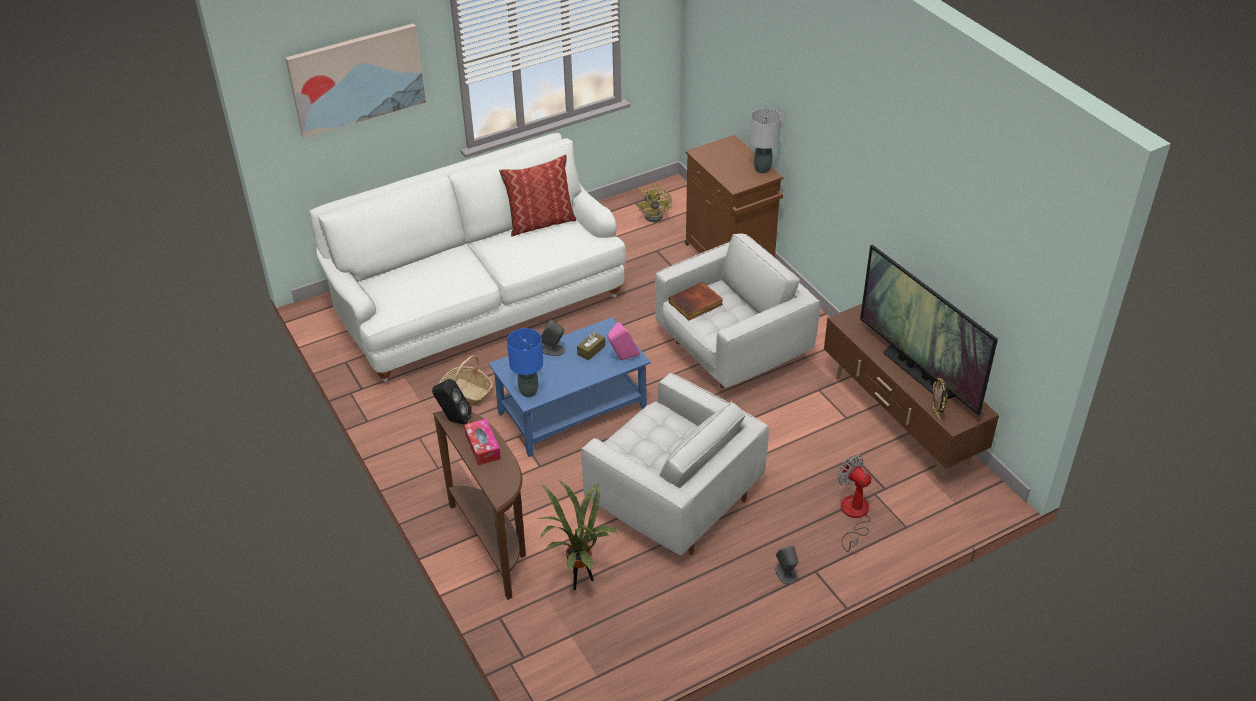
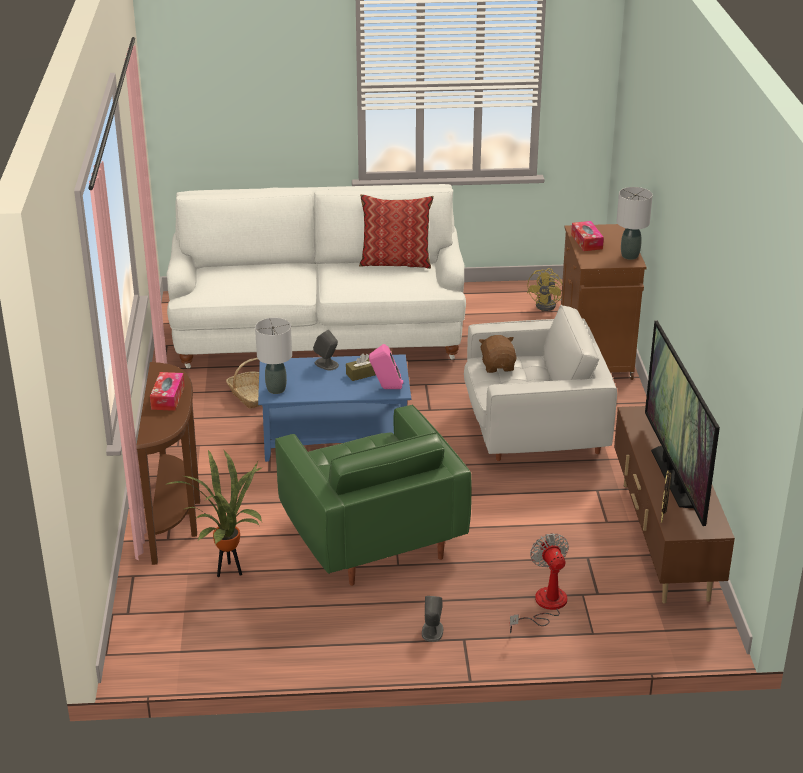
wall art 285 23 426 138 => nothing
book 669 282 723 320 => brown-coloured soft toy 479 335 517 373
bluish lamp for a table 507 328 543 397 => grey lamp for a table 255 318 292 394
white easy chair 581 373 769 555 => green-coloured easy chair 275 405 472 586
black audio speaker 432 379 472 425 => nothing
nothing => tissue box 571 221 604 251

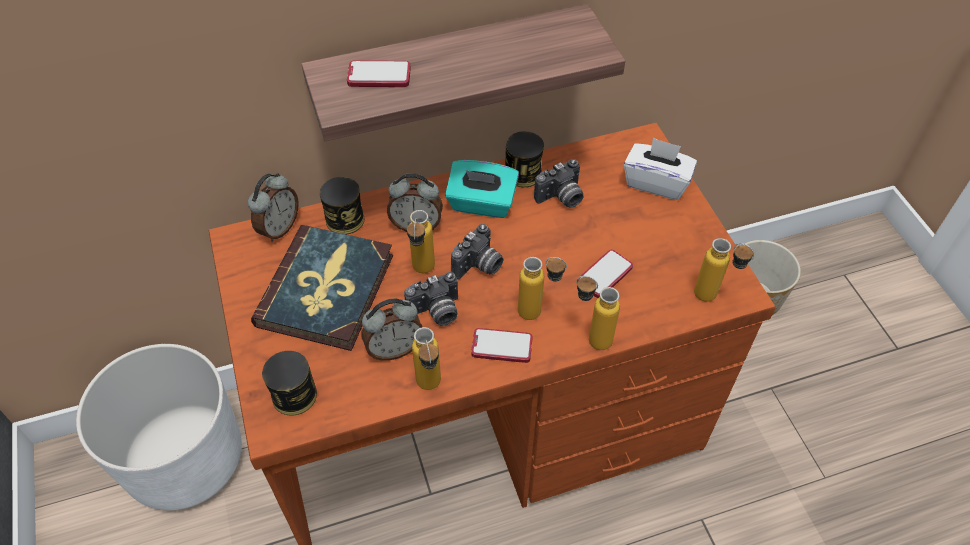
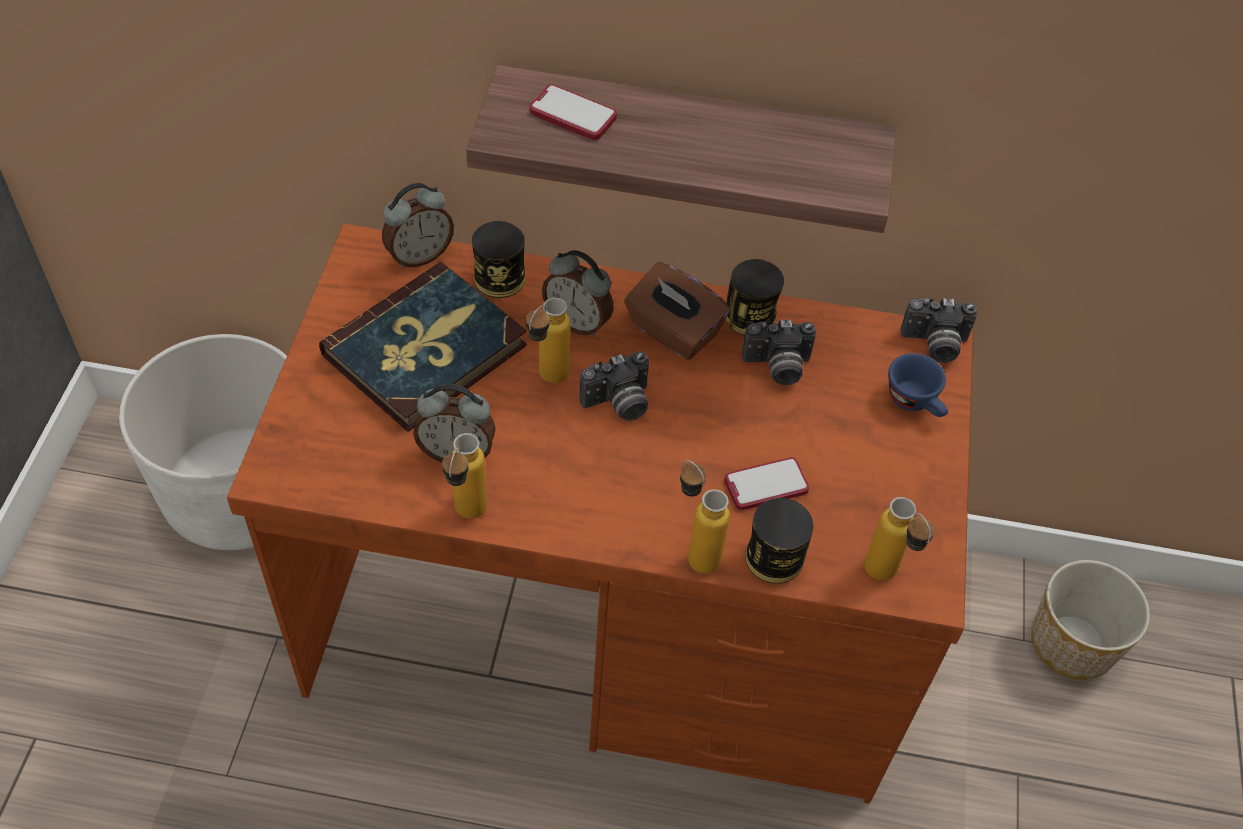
white tissue box 624 137 697 200 => bluish drinking cup 888 353 948 417
turquoise-coloured tissue box 445 160 519 218 => brown-coloured tissue box 624 262 730 360
bottle 518 257 567 320 => nothing
photo camera 404 272 458 326 => photo camera 901 298 977 363, relocated
phone 471 328 533 363 => nothing
metal can 262 351 317 416 => metal can 745 498 814 584, relocated

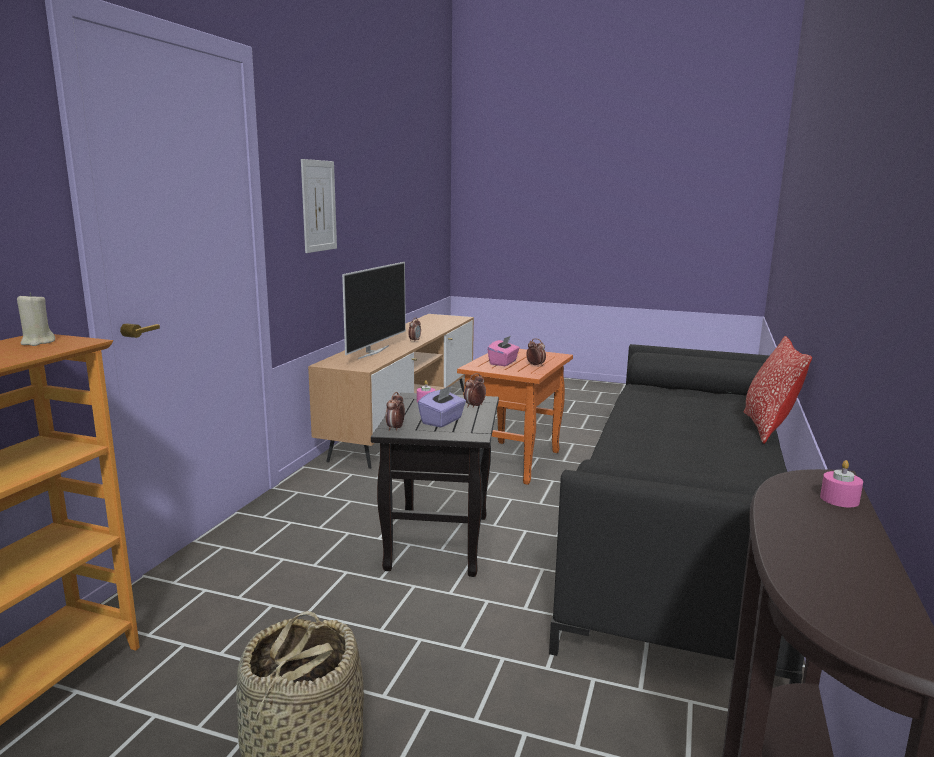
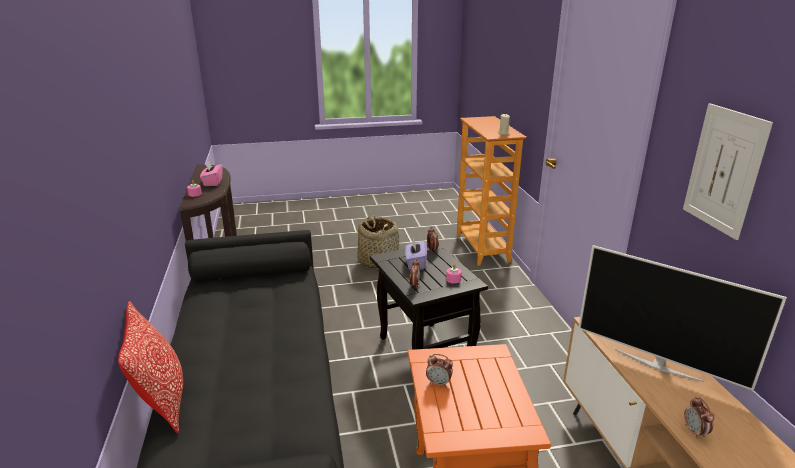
television 342 262 406 359 => television 578 245 787 391, 45 degrees counterclockwise
pinkish tissue box 487 336 520 366 => pinkish tissue box 200 160 223 186, relocated

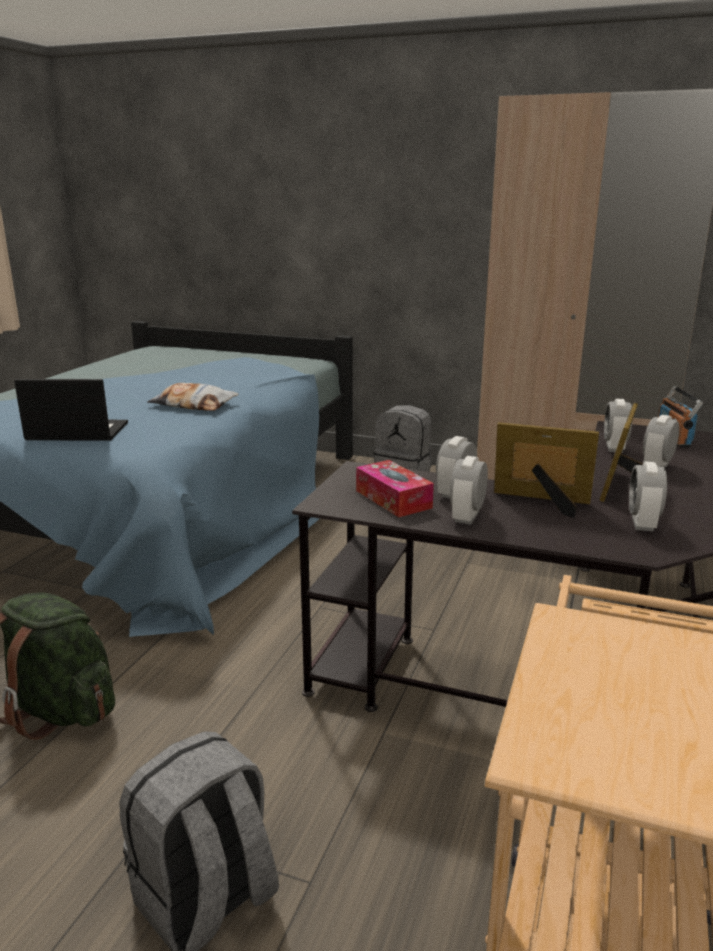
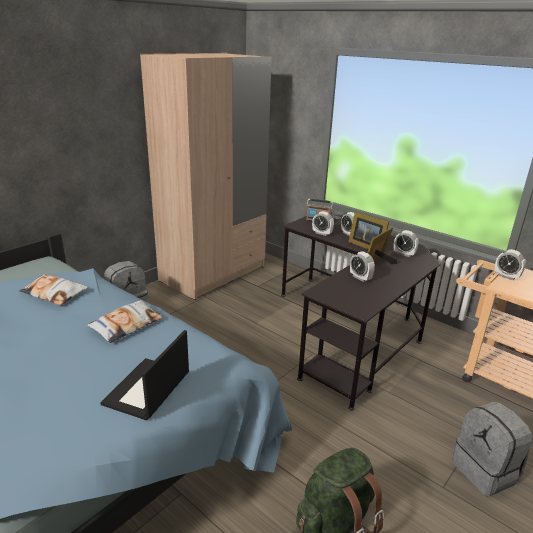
bedside clock 450 456 488 525 => bedside clock 495 249 526 280, relocated
tissue box 356 460 434 517 => nothing
nothing => pillow 19 274 88 305

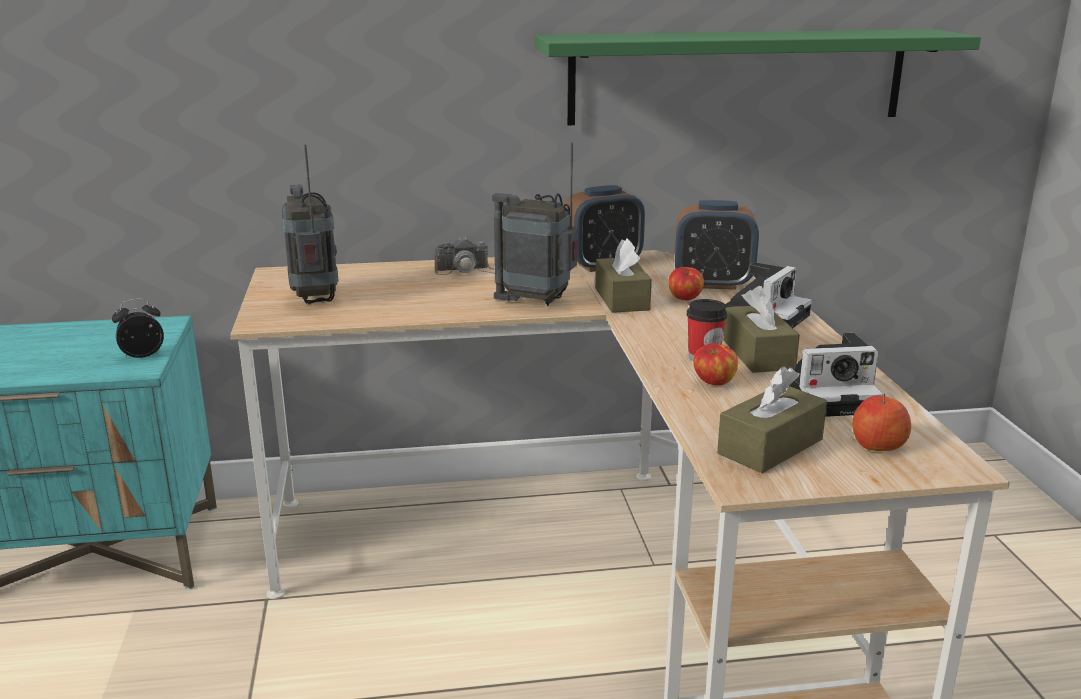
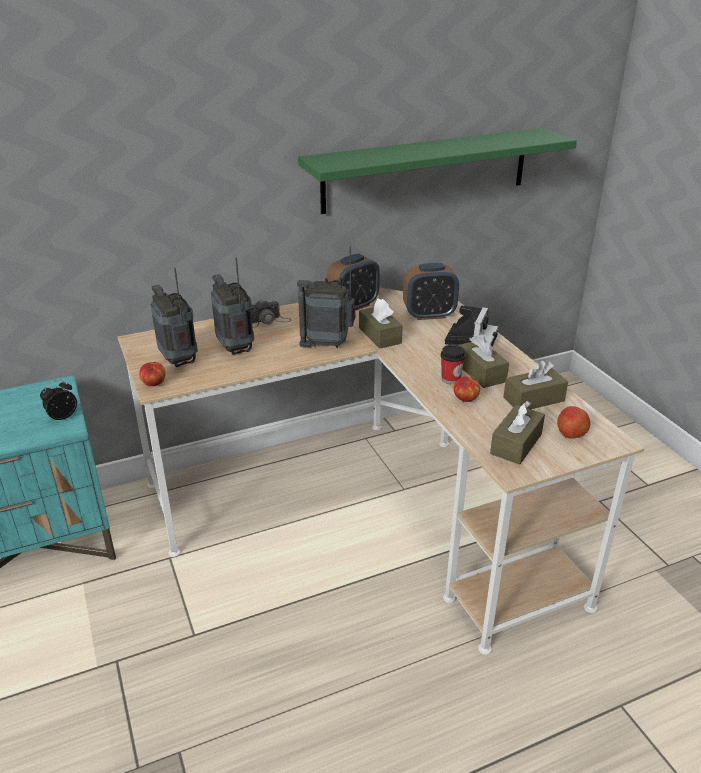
apple 668 267 704 300 => apple 139 362 166 386, relocated
photo camera 789 333 884 417 => brown-coloured tissue box 503 360 568 409
nothing => radio receiver 211 258 254 355

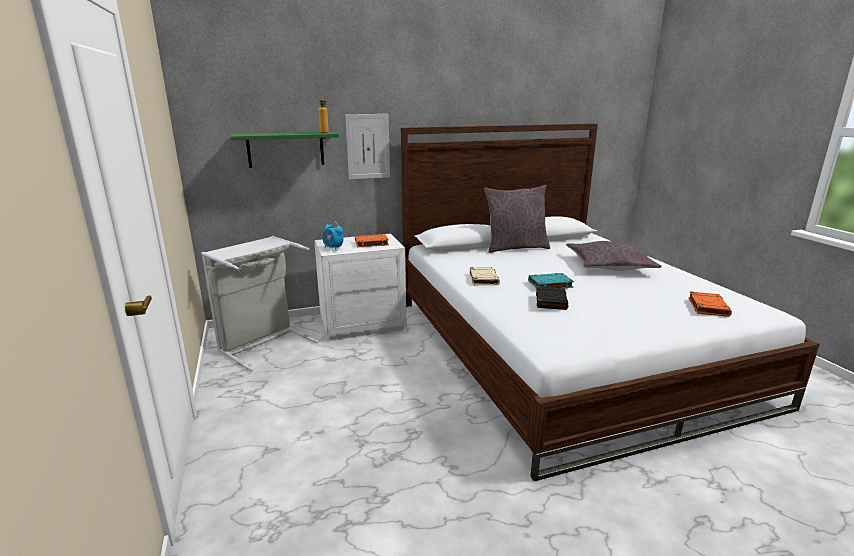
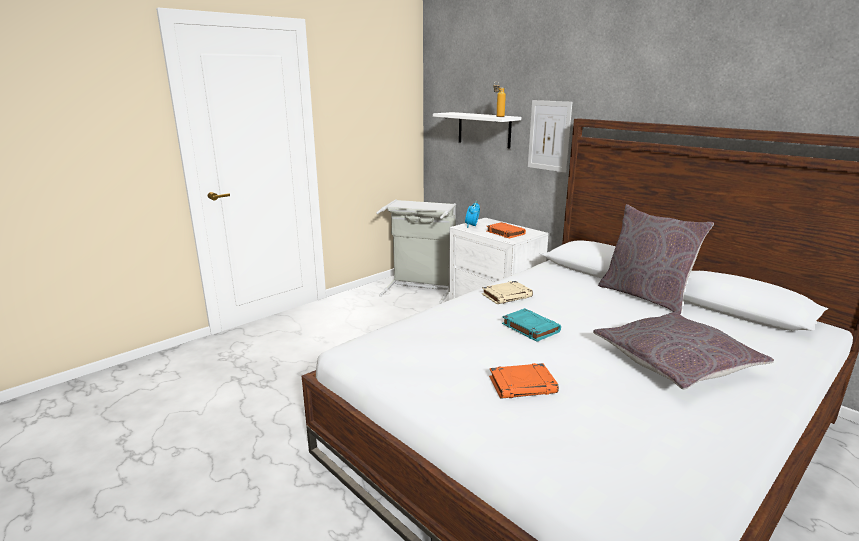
green-coloured shelf 231 132 339 168 => white shelf 433 112 521 149
black book 536 286 568 310 => nothing
orangey book 688 292 732 317 => orangey book 489 363 559 399, relocated

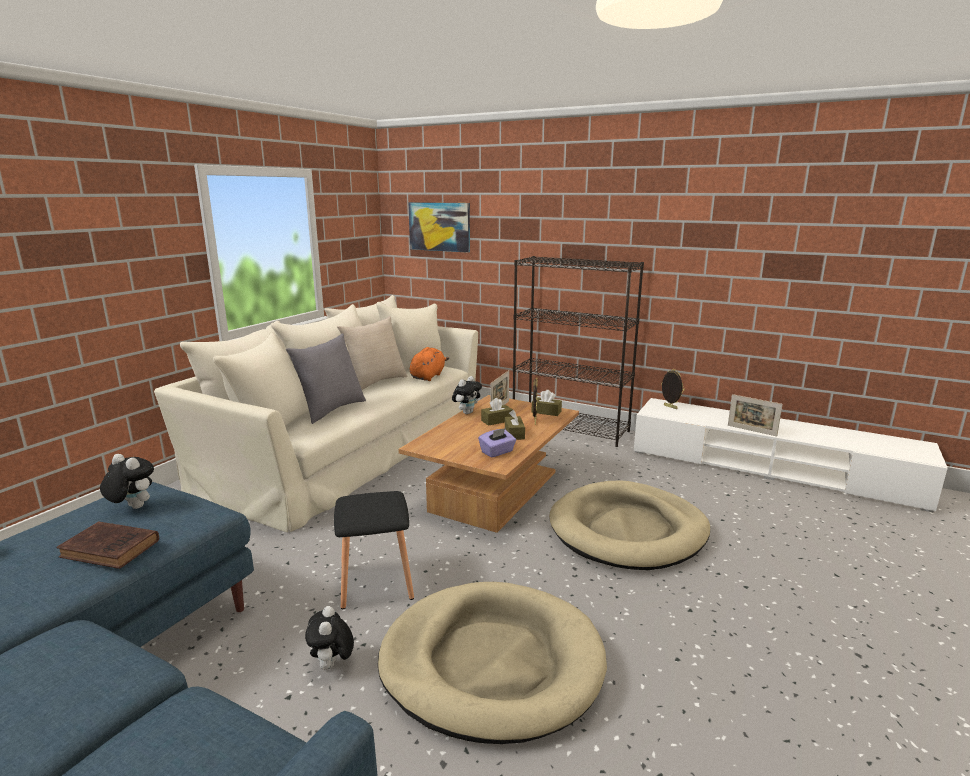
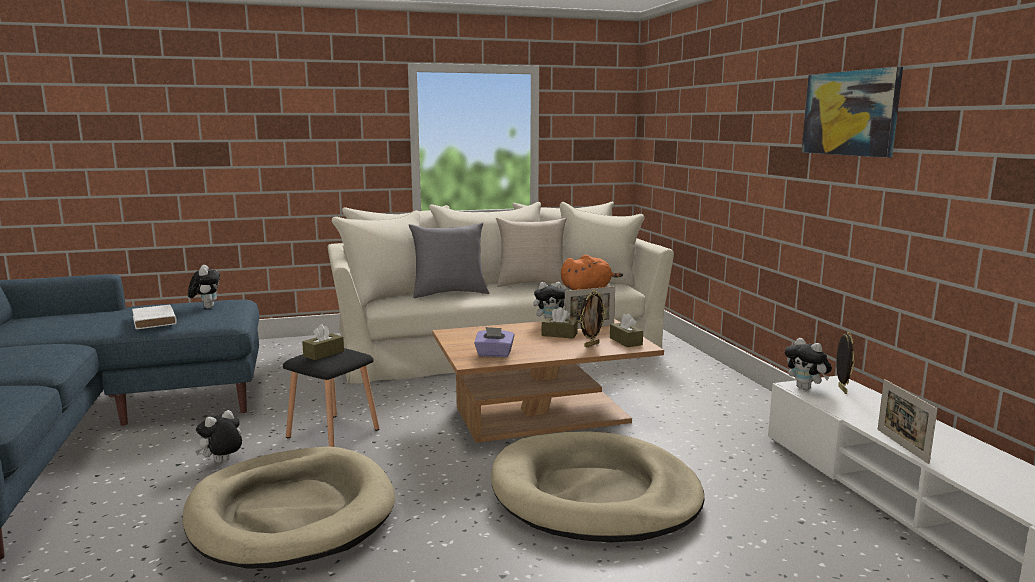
wall art 408 202 470 253 => wall art 801 67 903 158, relocated
black shelving unit 513 256 644 447 => nothing
brown-coloured tissue box 505 410 525 440 => brown-coloured tissue box 302 324 344 360, relocated
brown-coloured book 56 521 159 569 => white book 132 305 177 329
nothing => soft toy 785 338 832 390

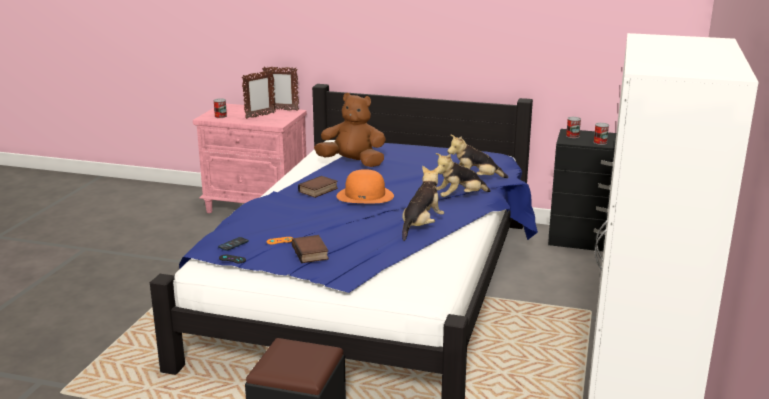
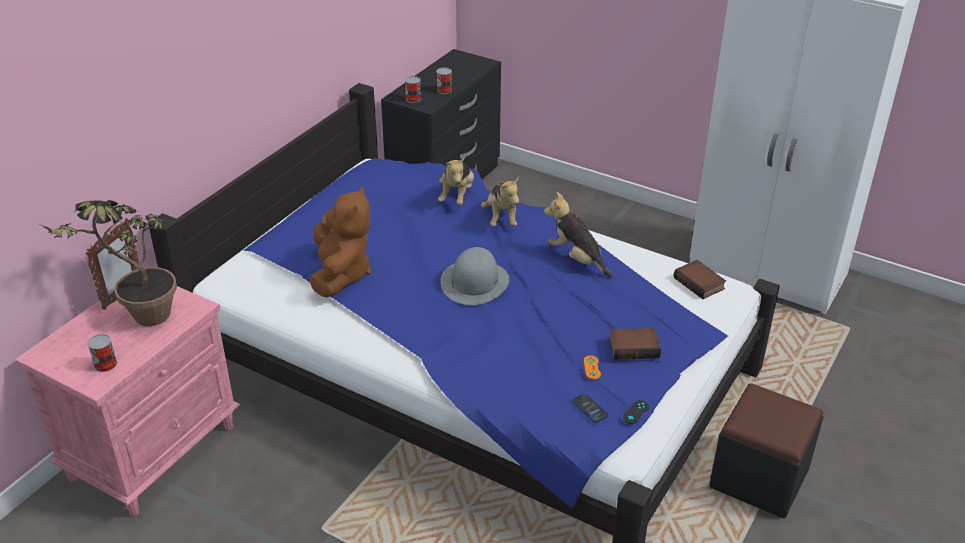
photo frame 242 69 275 119 => plant in a pot 37 200 177 326
brown-coloured soft toy 314 93 386 167 => brown-coloured soft toy 309 186 371 298, 150 degrees clockwise
orangey wearable hat 337 169 394 203 => grey wearable hat 440 247 509 305
book 298 176 338 198 => book 674 260 726 299, relocated

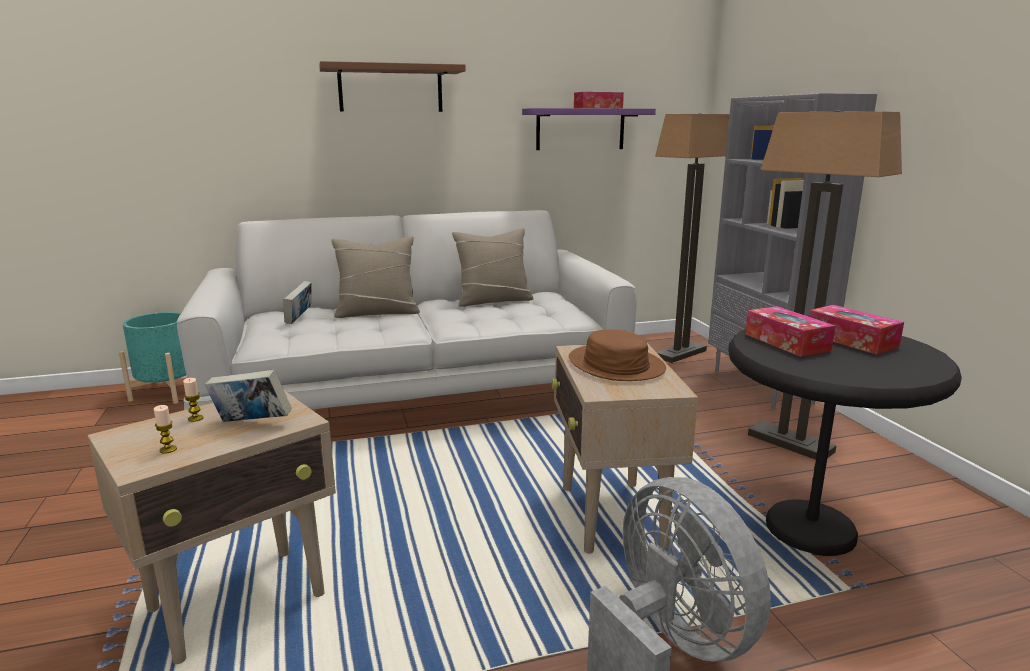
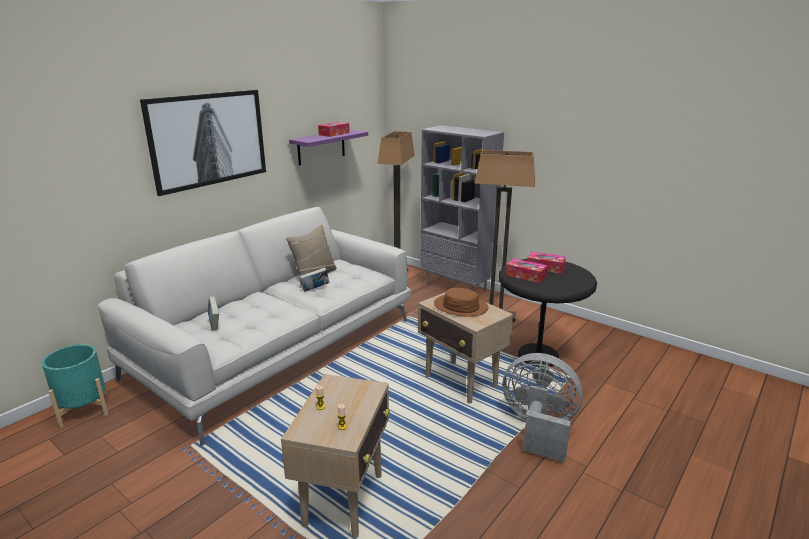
brown-coloured shelf 319 61 466 112 => wall art 140 90 266 196
sand-coloured pillow 331 236 420 318 => nothing
book 205 369 292 422 => book 299 267 329 292, relocated

